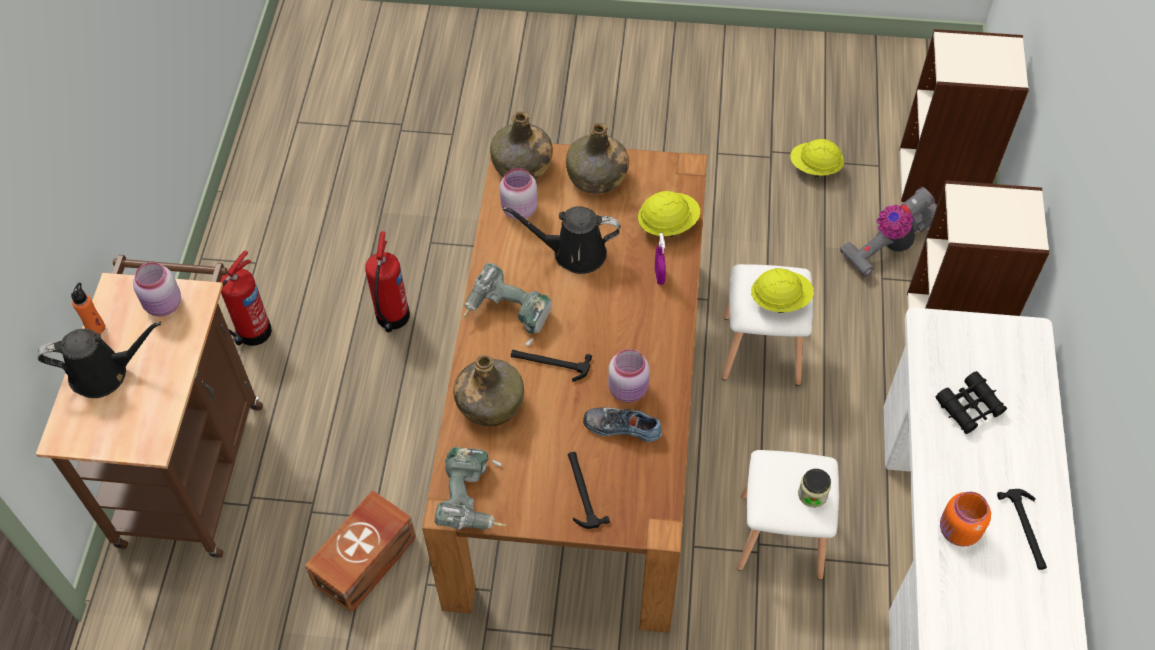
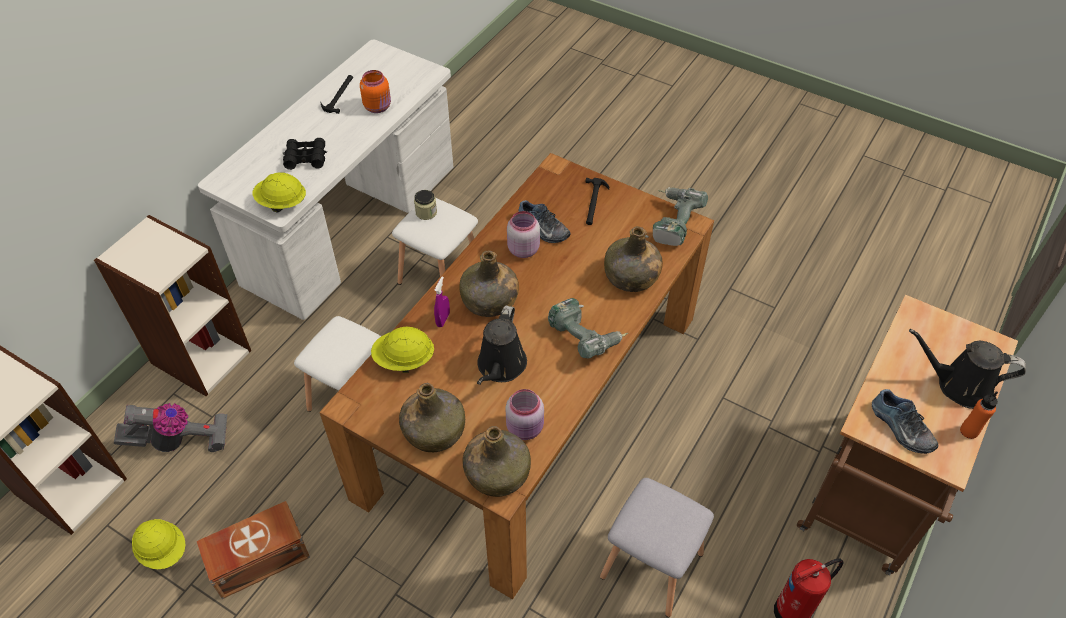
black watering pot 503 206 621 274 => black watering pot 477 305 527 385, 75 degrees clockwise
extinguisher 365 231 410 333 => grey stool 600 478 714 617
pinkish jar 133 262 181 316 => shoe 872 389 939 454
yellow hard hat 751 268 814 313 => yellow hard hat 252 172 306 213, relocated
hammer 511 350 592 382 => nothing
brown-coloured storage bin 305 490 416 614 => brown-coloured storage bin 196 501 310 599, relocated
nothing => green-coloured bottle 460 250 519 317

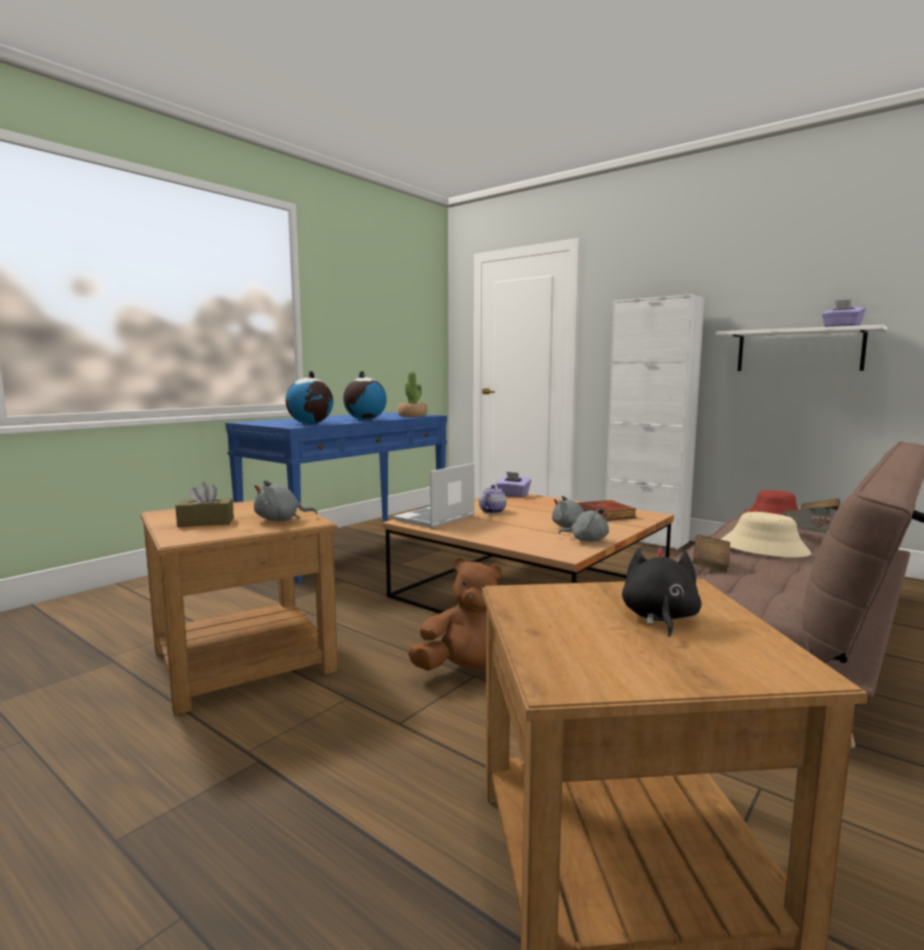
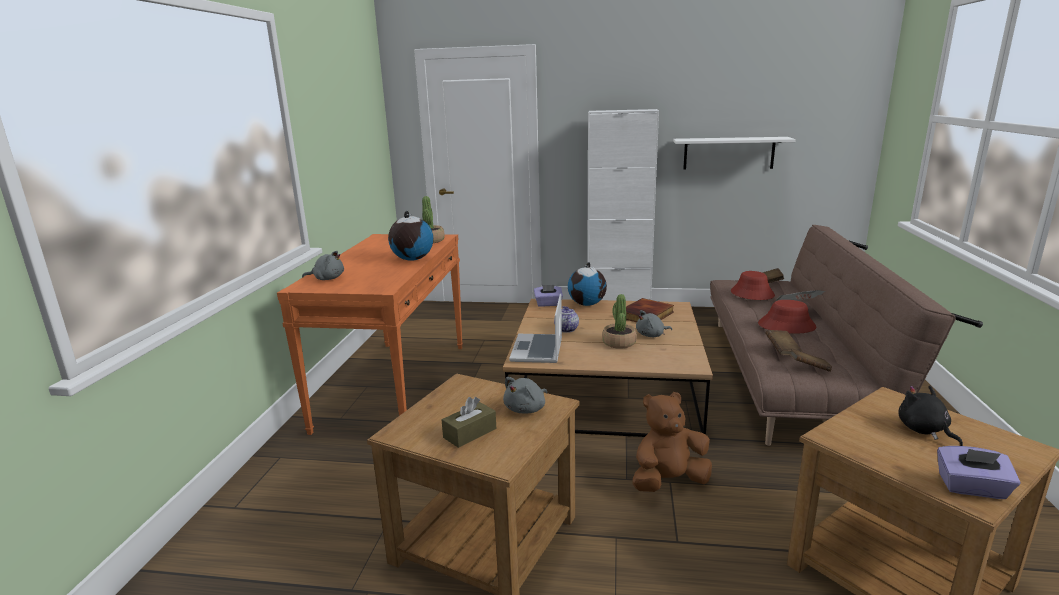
purple-coloured tissue box 821 299 866 327 => purple-coloured tissue box 937 446 1020 499, relocated
globe 285 371 333 424 => globe 568 262 607 306, relocated
bluish narrow table 225 412 447 583 => orangey narrow table 277 234 463 435
grey soft toy 559 508 609 542 => grey soft toy 302 251 344 280, relocated
sand-coloured wearable hat 721 512 811 557 => reddish wearable hat 758 300 816 334
nothing => plant in a pot 602 294 637 349
nothing => brown-coloured book 789 349 832 372

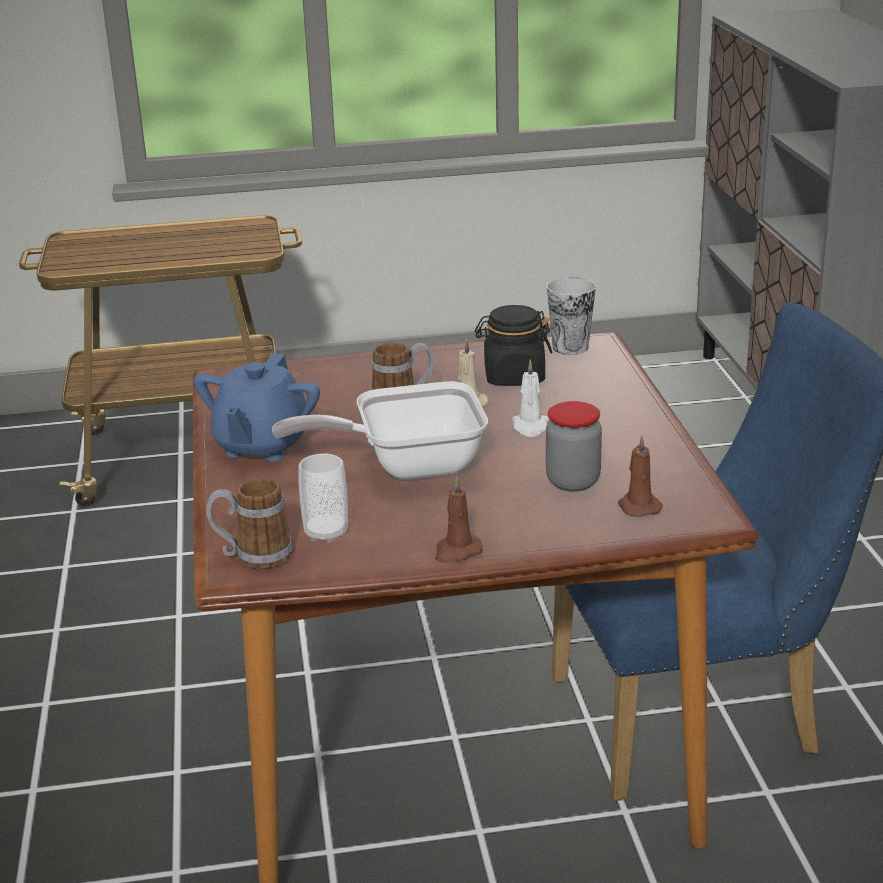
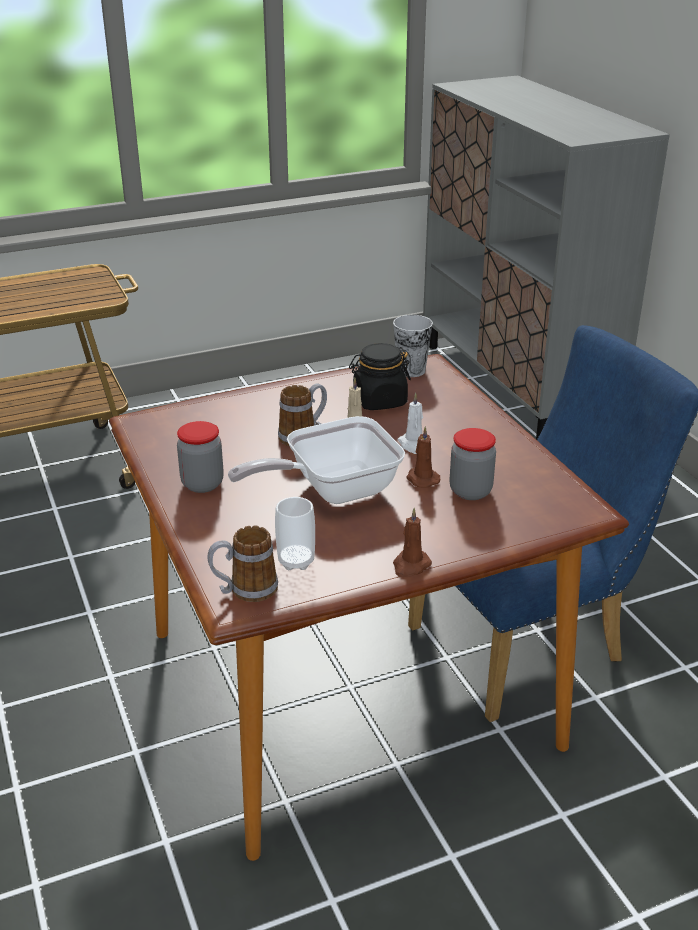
bluish teapot 194 354 320 461 => jar 177 421 224 493
brown-coloured candle 618 435 663 517 => brown-coloured candle 406 426 441 488, relocated

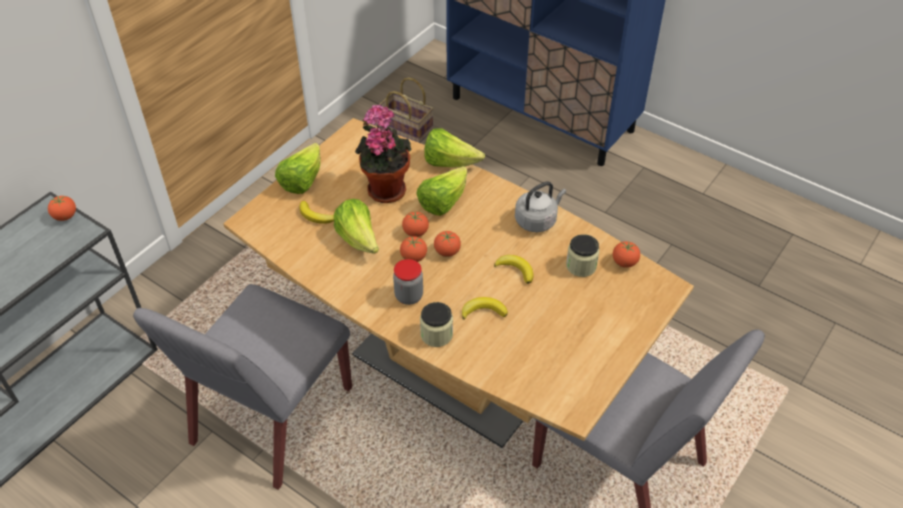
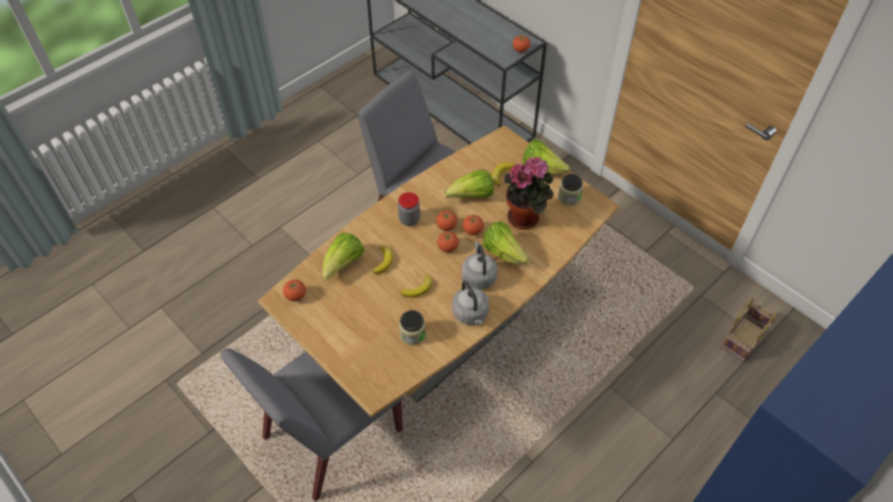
lettuce 424 128 485 168 => lettuce 322 233 364 280, relocated
tomato 613 241 640 268 => tomato 283 279 306 301, relocated
jar 420 302 453 347 => jar 558 174 583 206, relocated
nothing => grey tea kettle 462 242 498 290

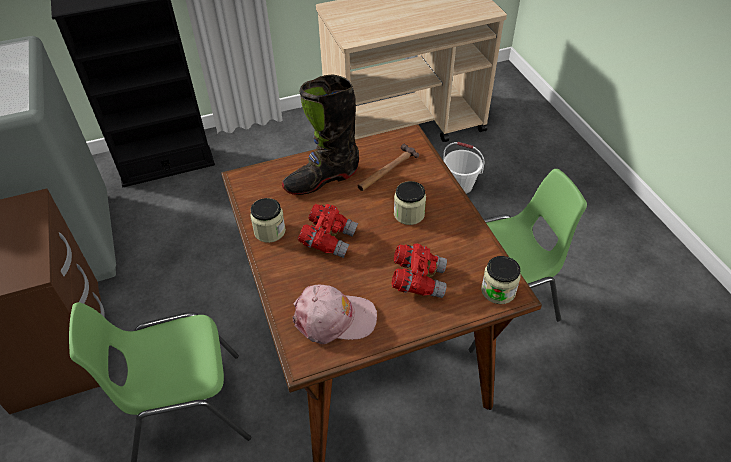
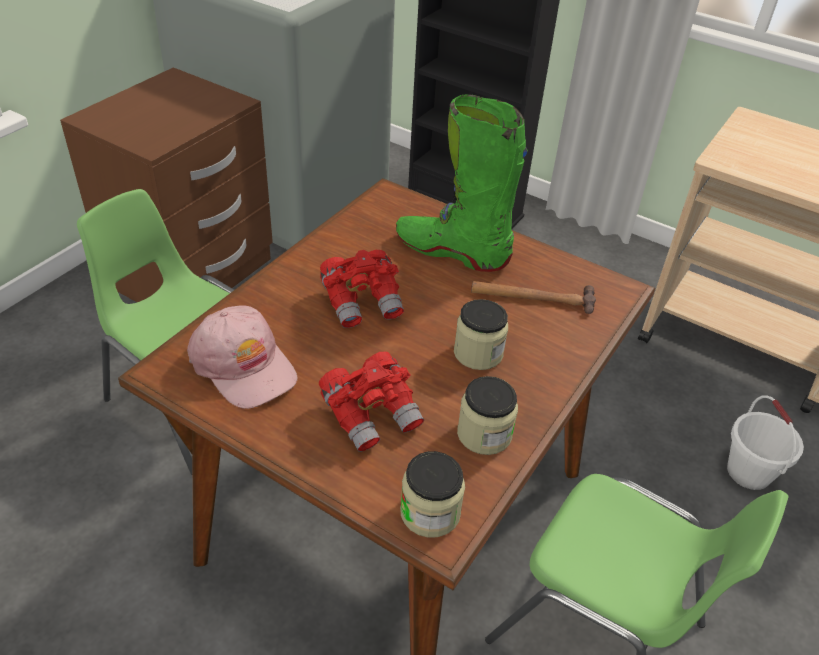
black boot 282 74 359 195 => green-coloured boot 396 94 528 272
jar 250 198 286 243 => jar 457 376 518 455, relocated

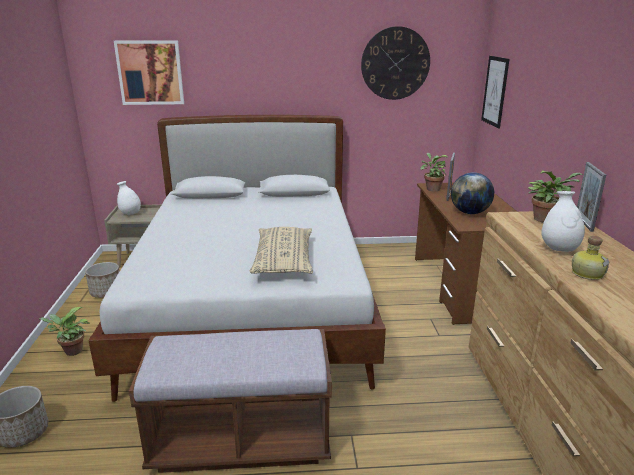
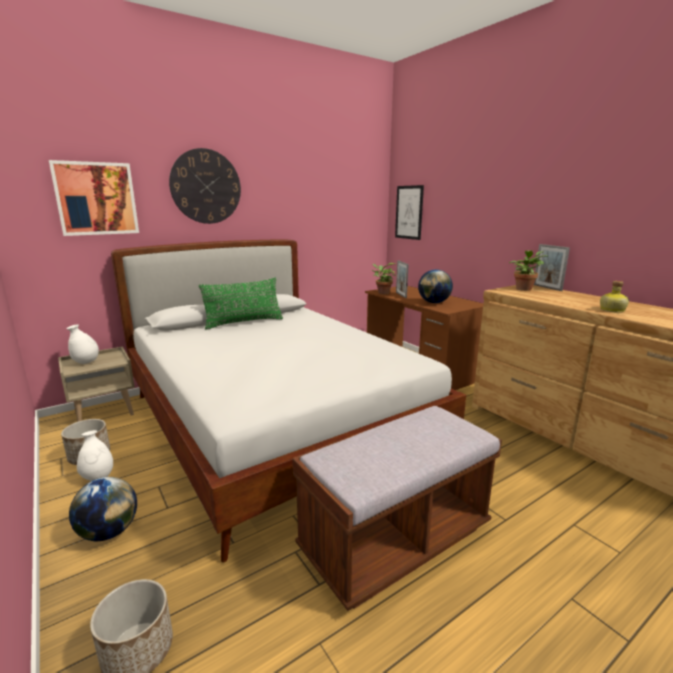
wall clock 361 26 430 100 => wall clock 169 148 241 224, relocated
white flower vase 541 191 585 252 => white flower vase 77 430 113 481, relocated
sand-coloured pillow 250 227 313 274 => nothing
plant in a pot 39 307 89 356 => globe 69 477 137 542
nothing => green-coloured pillow 199 278 283 330

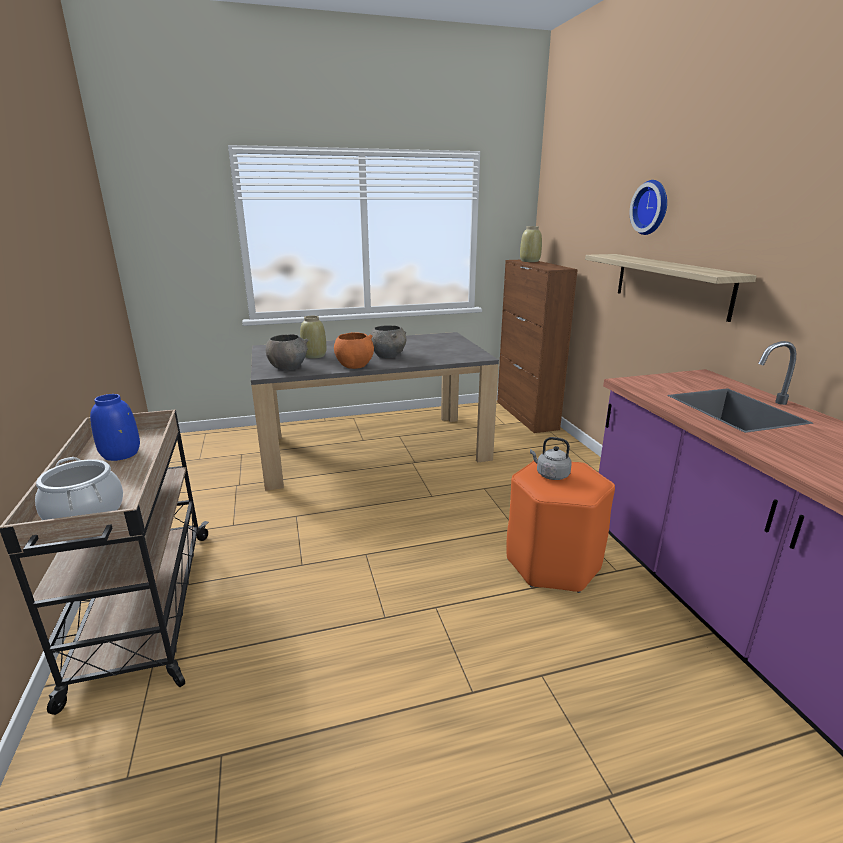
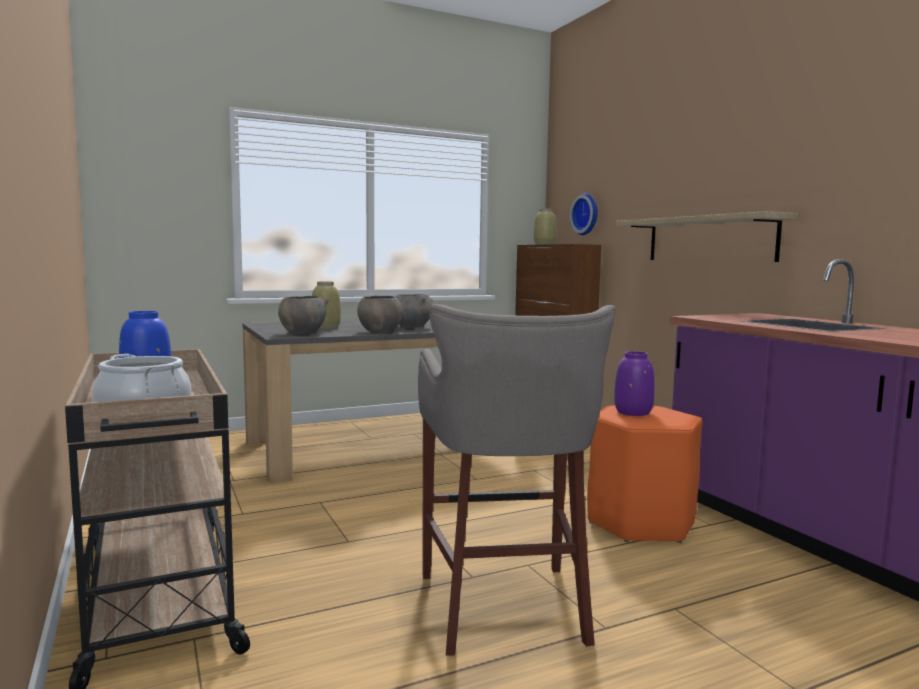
wall clock 630 180 667 235 => wall clock 570 193 598 235, relocated
orangey serving bowl 334 332 374 369 => grey serving bowl 357 295 403 333
grey tea kettle 530 437 572 480 => purple-coloured flower vase 614 351 655 416
nothing => grey stool 418 304 616 655

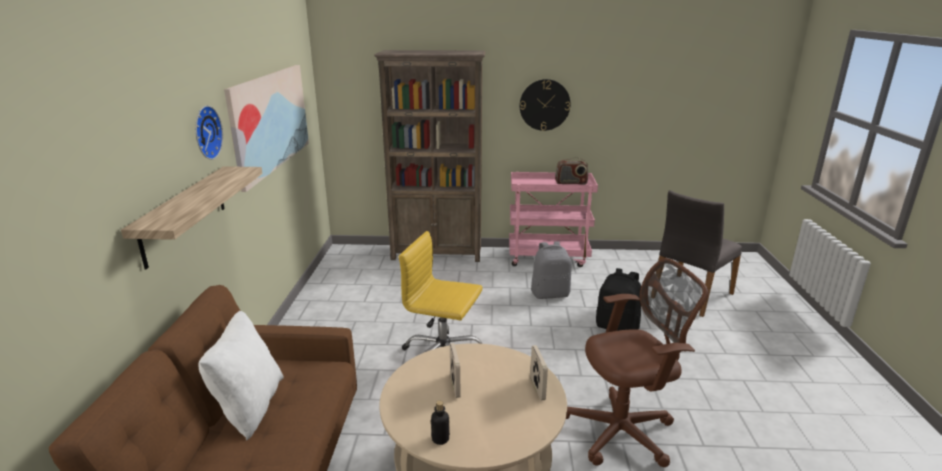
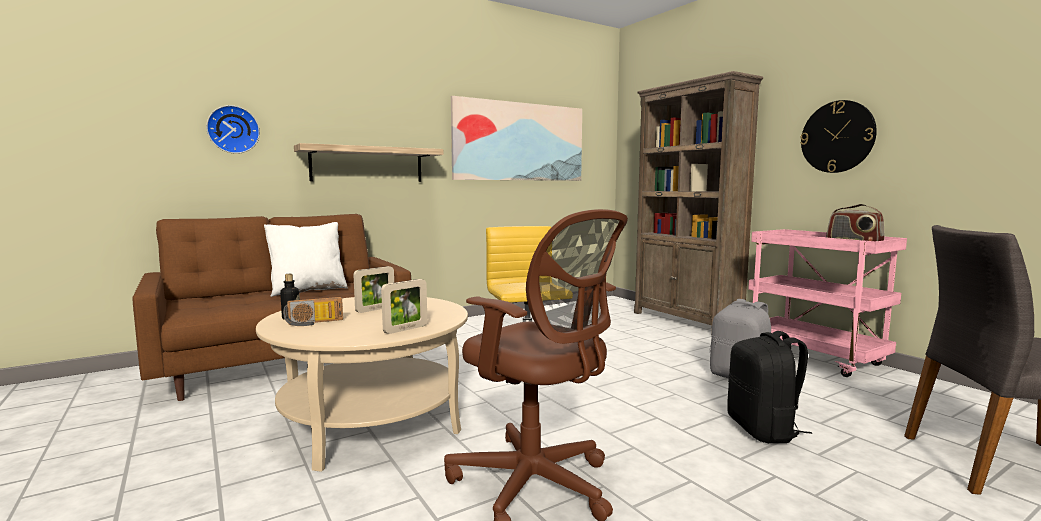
wall clock 195 106 223 160 => wall clock 206 105 260 154, relocated
nothing => radio receiver 283 297 343 326

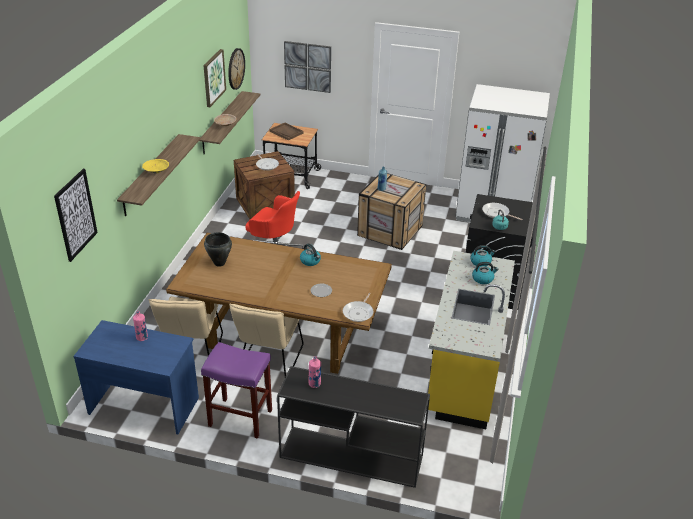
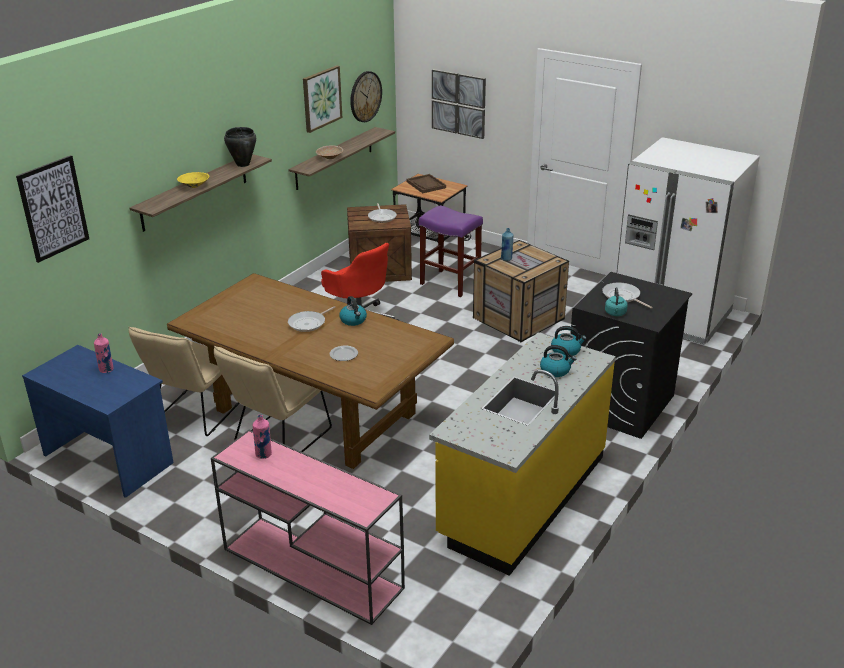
black cooking pot 204 232 232 267 => black cooking pot 224 127 256 167, relocated
frying pan 343 293 374 322 => frying pan 288 306 335 332, relocated
purple-coloured stool 201 342 272 439 => purple-coloured stool 419 205 483 297, relocated
black narrow table 277 366 430 488 => pinkish narrow table 211 429 405 625

